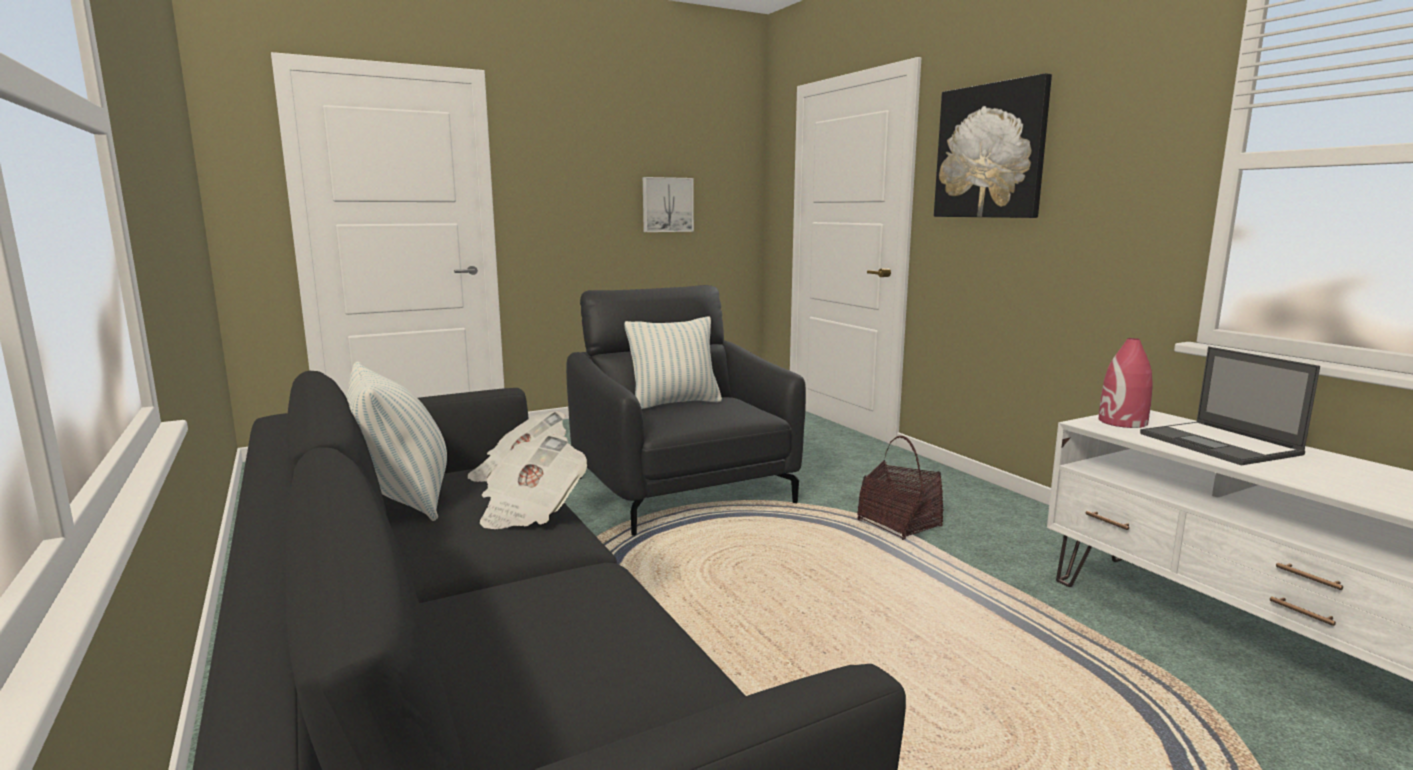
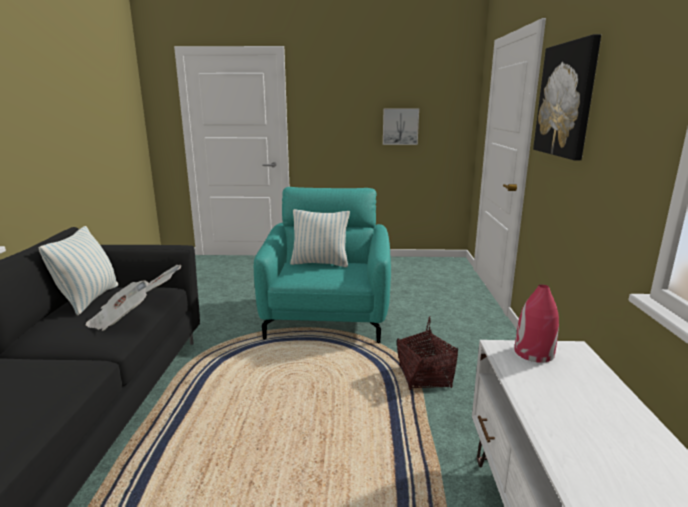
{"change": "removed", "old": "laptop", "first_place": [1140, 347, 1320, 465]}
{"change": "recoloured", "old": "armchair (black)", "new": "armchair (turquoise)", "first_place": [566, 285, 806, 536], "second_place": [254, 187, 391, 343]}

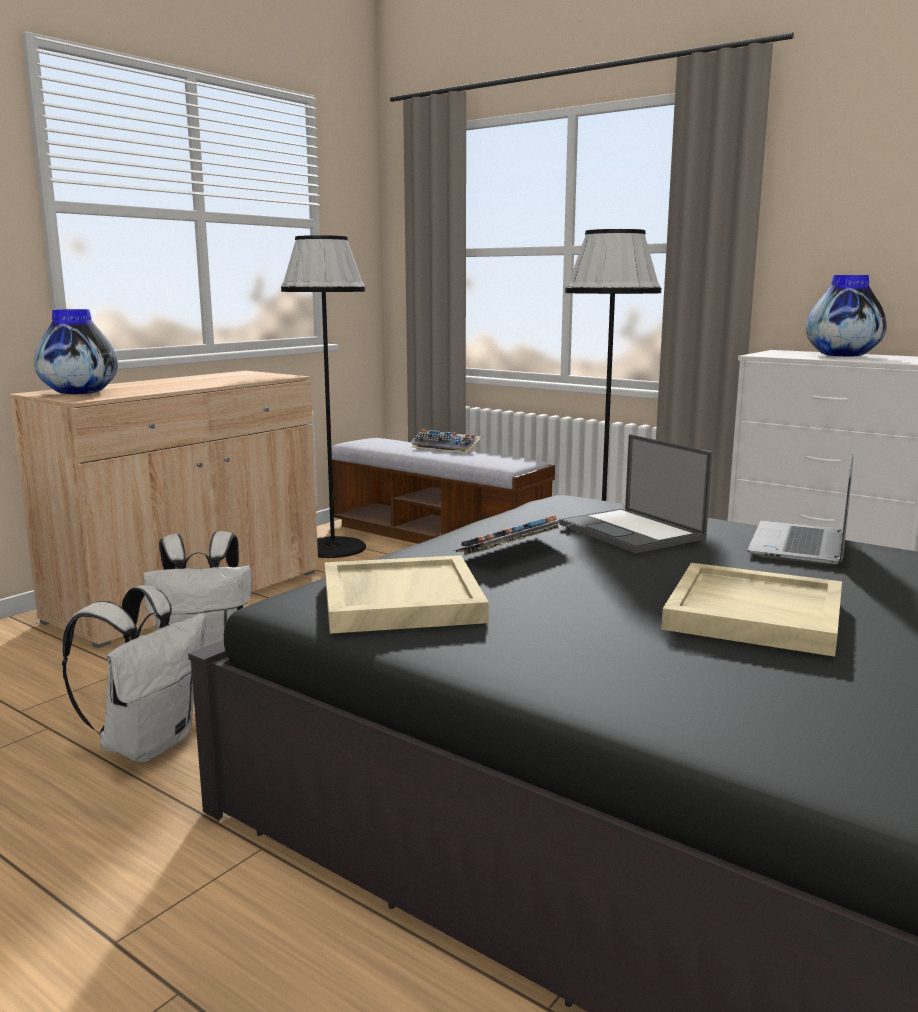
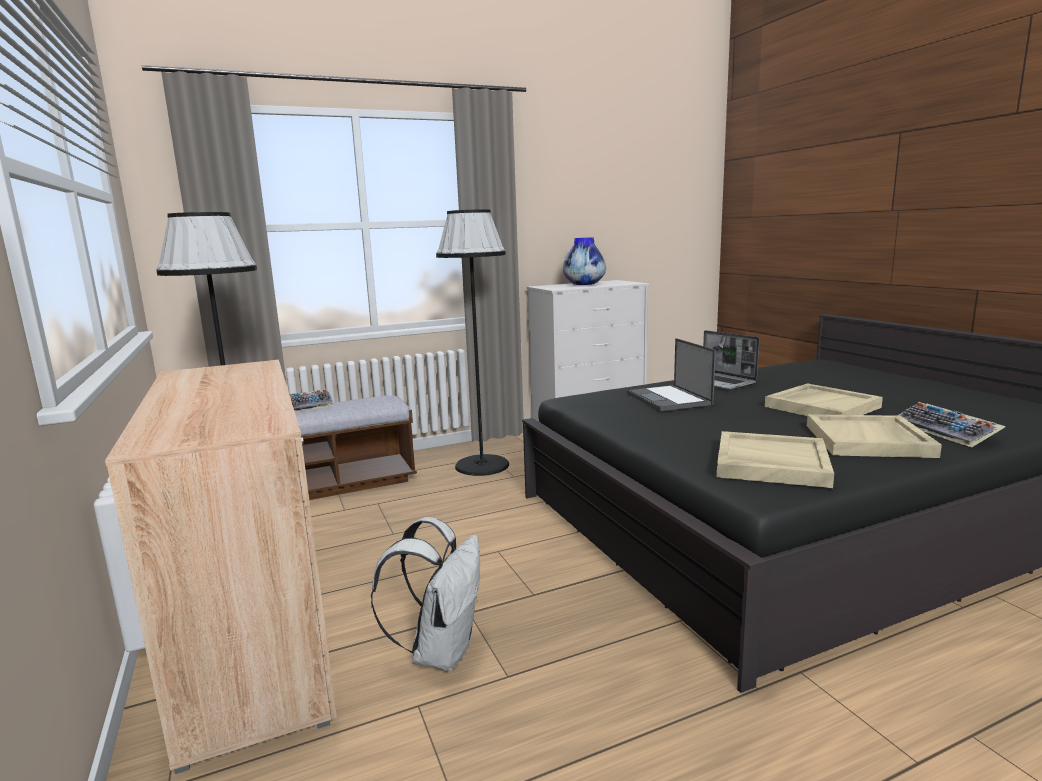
{"change": "removed", "old": "vase", "first_place": [34, 309, 118, 394]}
{"change": "removed", "old": "backpack (white)", "first_place": [62, 585, 206, 762]}
{"change": "added", "new": "tray (beige)", "second_place": [807, 414, 942, 458]}
{"change": "moved", "old": "keyboard", "first_place": [454, 516, 572, 556], "second_place": [897, 402, 1006, 447]}
{"change": "turned", "old": "laptop", "first_place": [559, 434, 712, 553], "second_place": [627, 338, 716, 411], "degrees": 75}

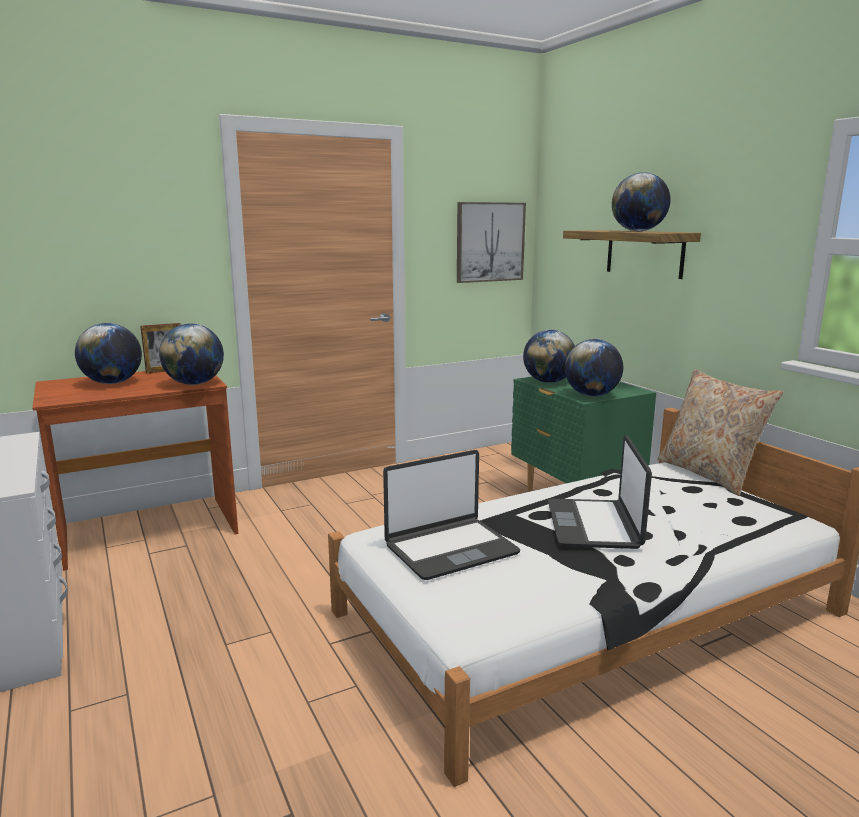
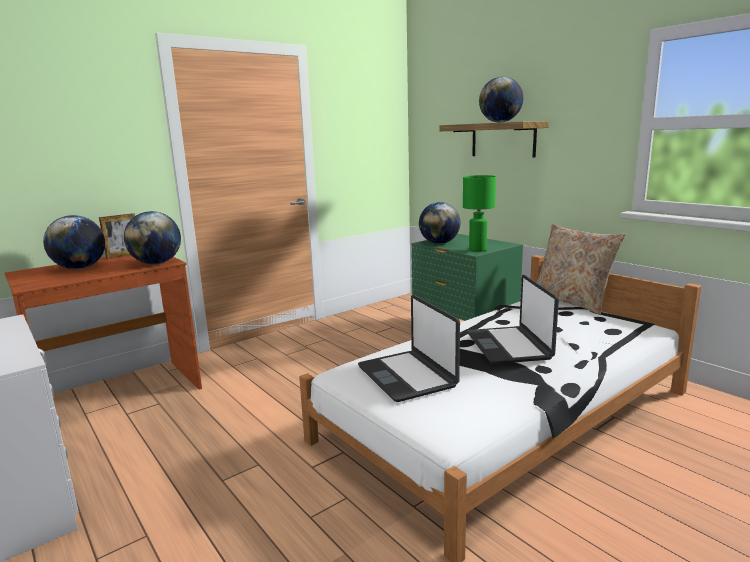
{"change": "removed", "old": "picture", "first_place": [457, 202, 526, 283]}
{"change": "replaced", "old": "globe", "new": "table lamp (green)", "first_place": [565, 339, 623, 396], "second_place": [463, 175, 496, 252]}
{"change": "turned", "old": "laptop", "first_place": [383, 450, 520, 580], "second_place": [358, 295, 460, 402], "degrees": 105}

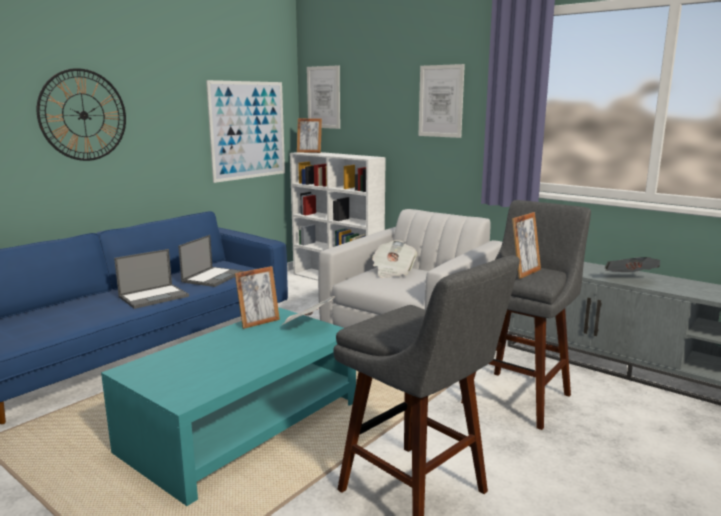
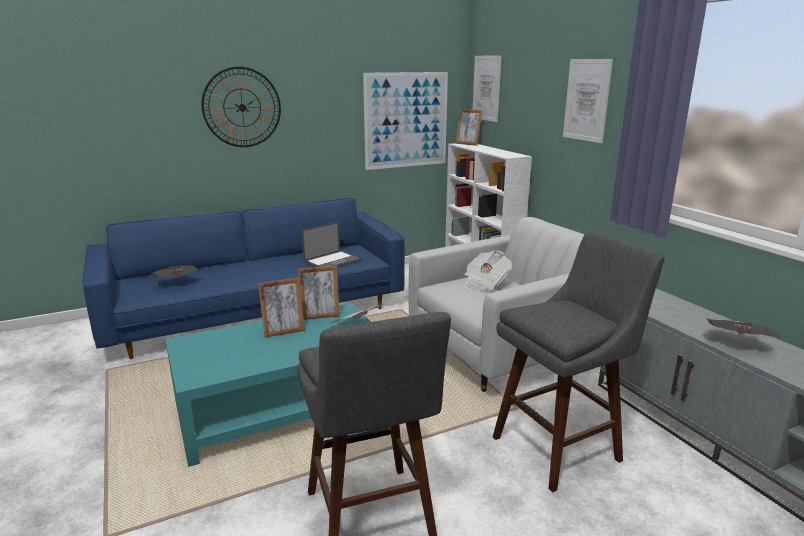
{"change": "removed", "old": "laptop", "first_place": [114, 249, 189, 309]}
{"change": "added", "new": "newspaper", "second_place": [151, 265, 198, 278]}
{"change": "moved", "old": "picture frame", "first_place": [512, 212, 541, 279], "second_place": [258, 278, 305, 338]}

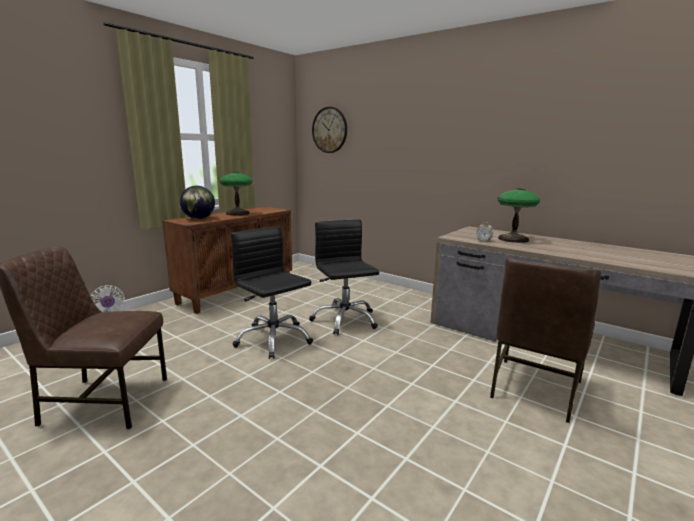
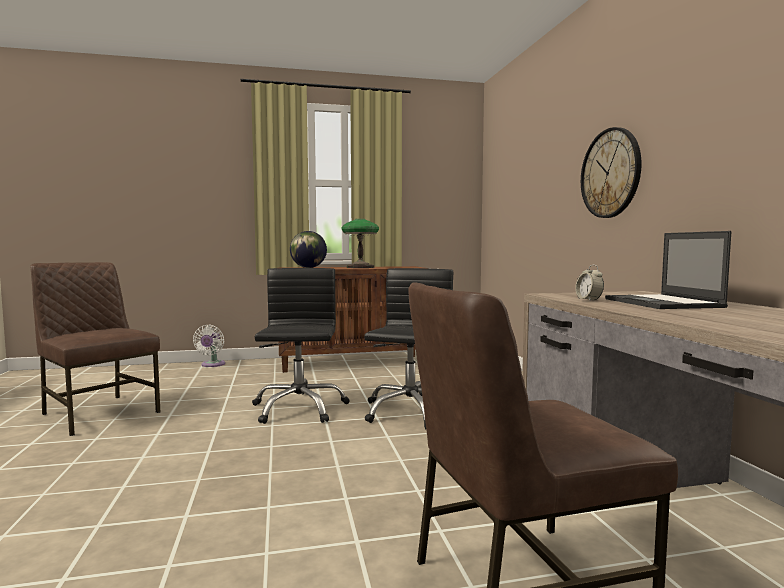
{"change": "moved", "old": "wall clock", "first_place": [312, 107, 347, 153], "second_place": [581, 127, 642, 218]}
{"change": "replaced", "old": "table lamp", "new": "laptop", "first_place": [498, 189, 540, 243], "second_place": [605, 231, 732, 309]}

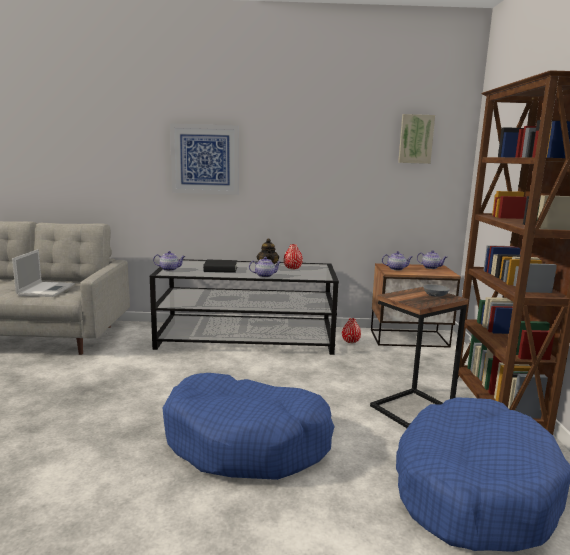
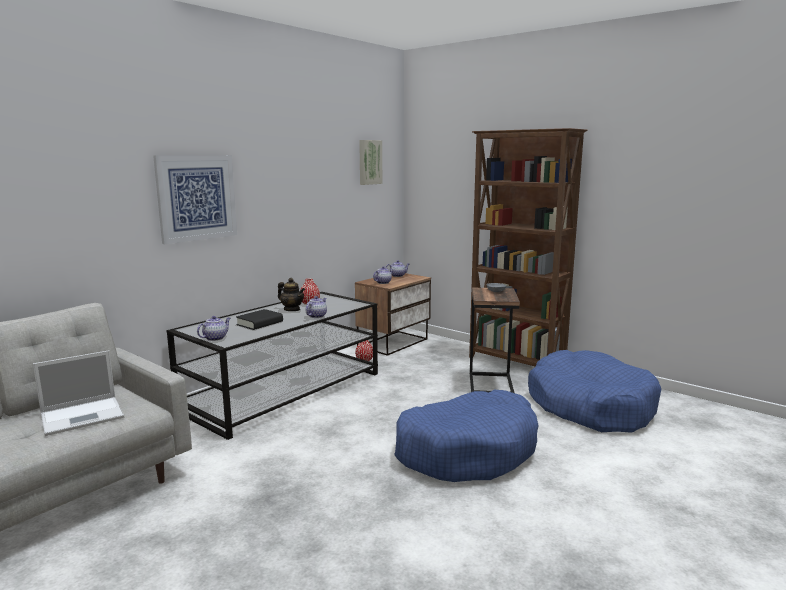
{"change": "turned", "old": "laptop", "first_place": [12, 249, 75, 297], "second_place": [33, 350, 124, 436], "degrees": 105}

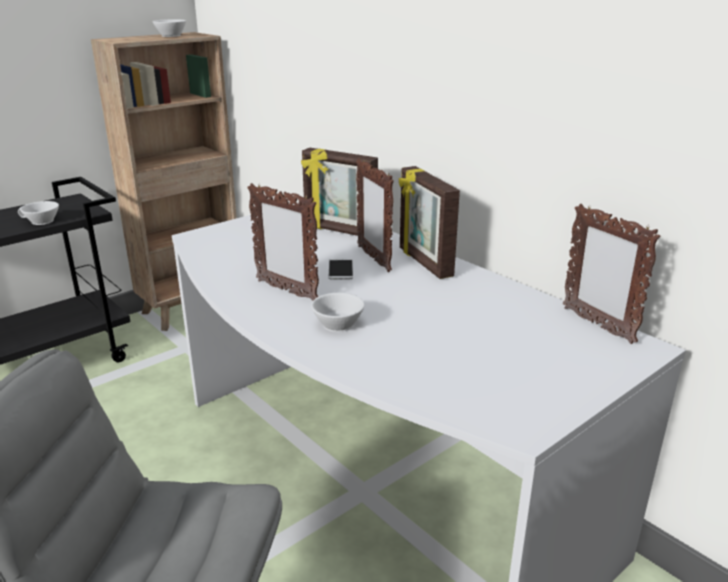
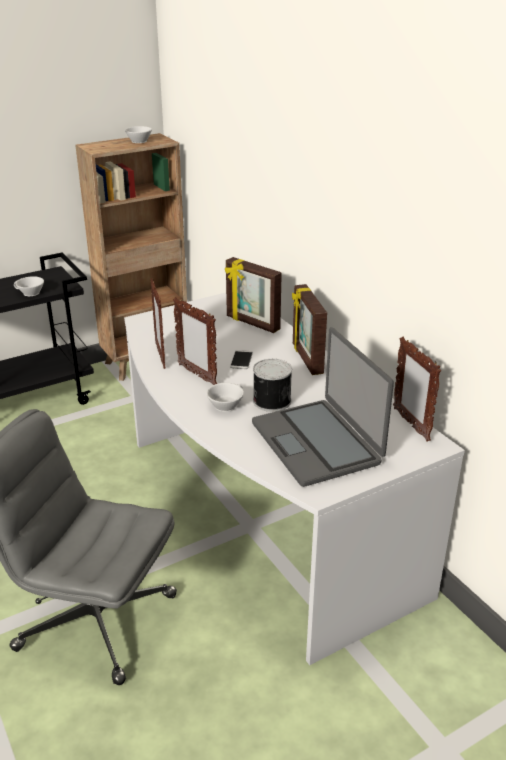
{"change": "added", "new": "laptop", "second_place": [252, 327, 394, 487]}
{"change": "added", "new": "can", "second_place": [253, 359, 292, 412]}
{"change": "moved", "old": "picture frame", "first_place": [356, 158, 394, 272], "second_place": [150, 278, 166, 369]}

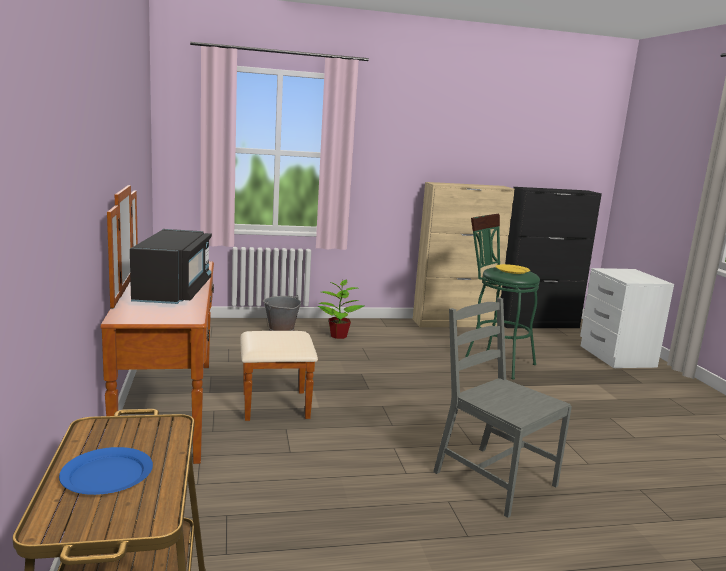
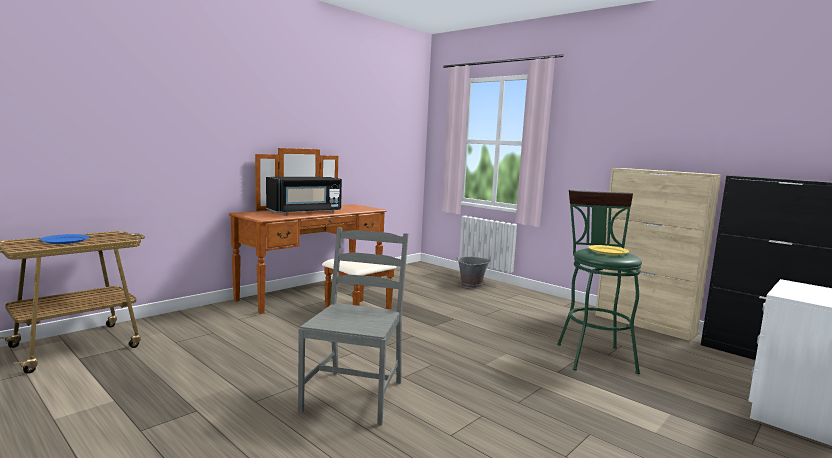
{"change": "removed", "old": "potted plant", "first_place": [318, 279, 364, 339]}

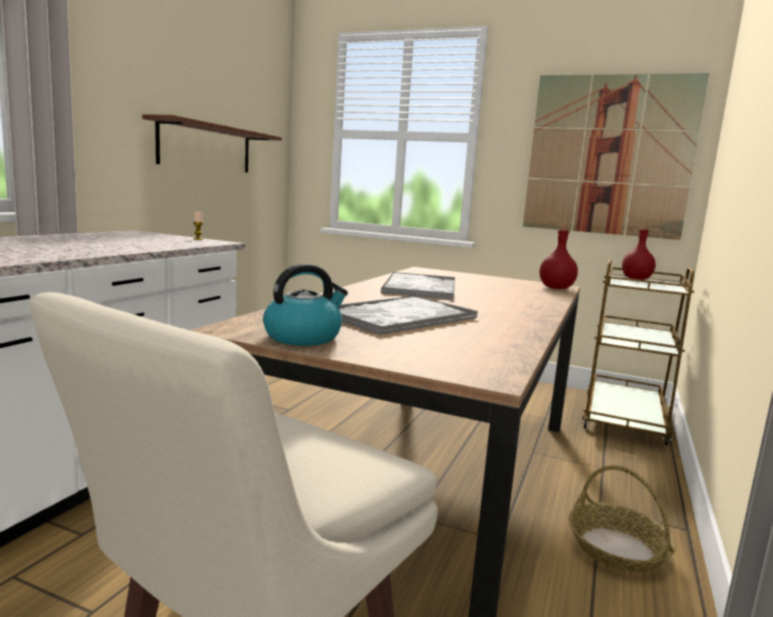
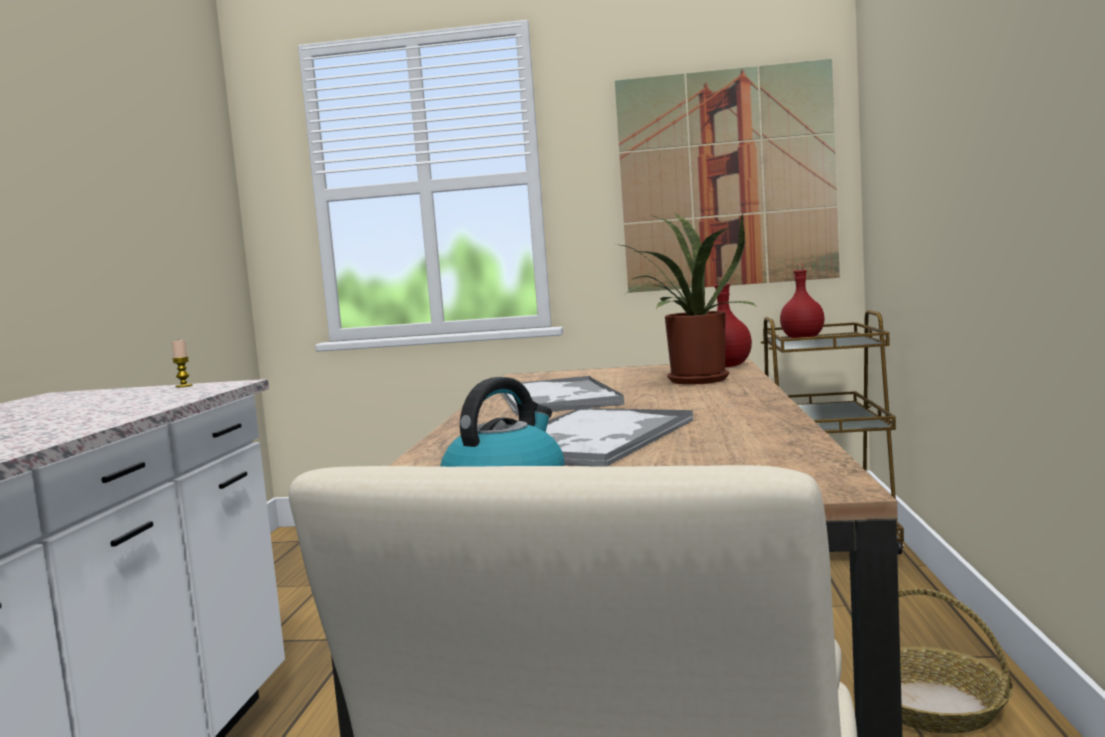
{"change": "removed", "old": "shelf (brown)", "first_place": [142, 114, 282, 172]}
{"change": "added", "new": "potted plant", "second_place": [621, 213, 757, 385]}

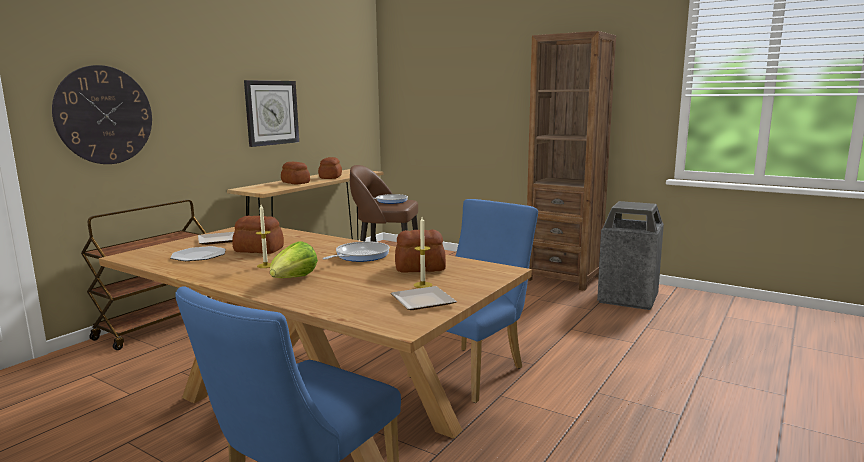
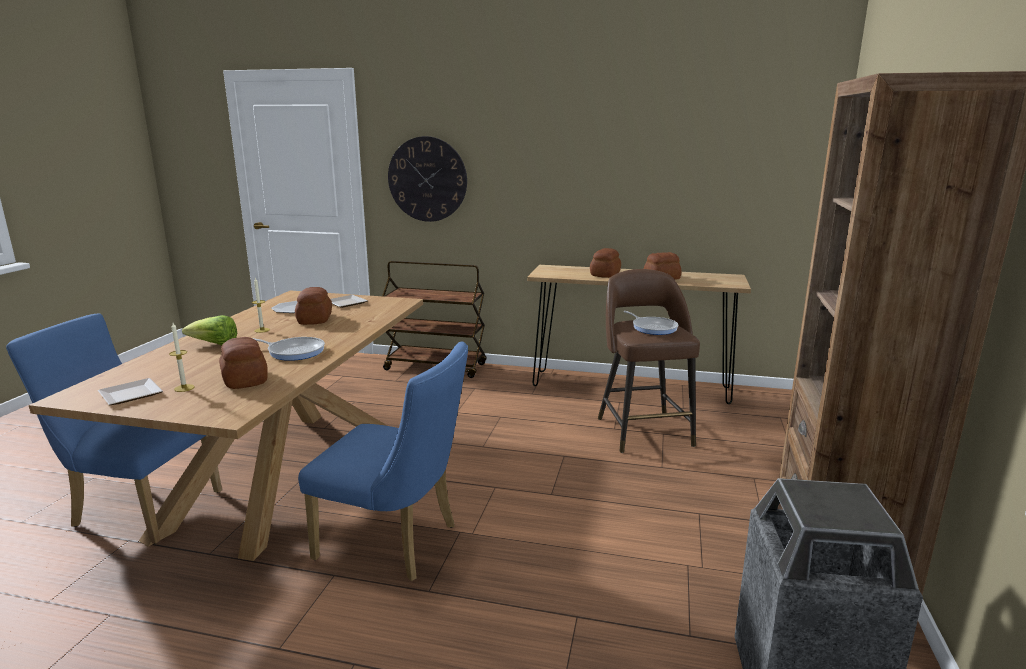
{"change": "removed", "old": "wall clock", "first_place": [244, 80, 299, 147]}

